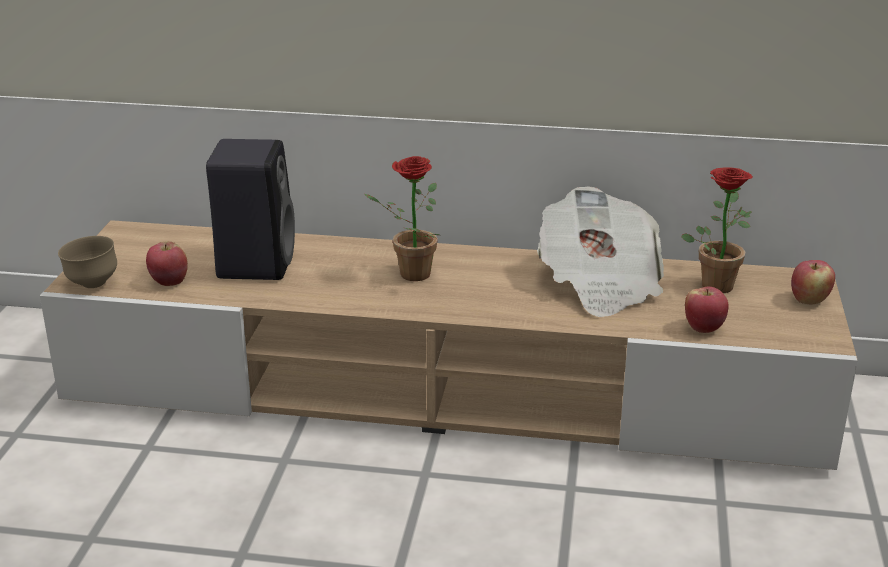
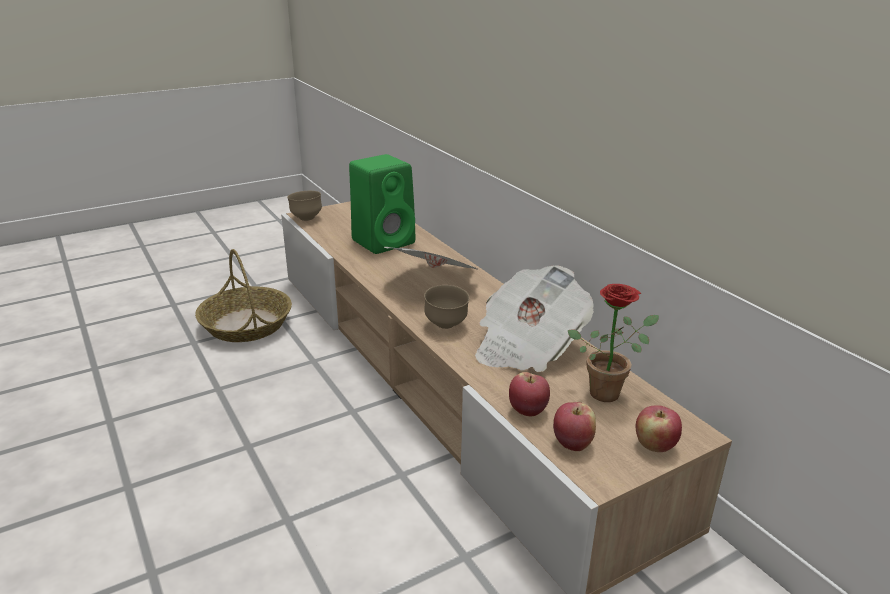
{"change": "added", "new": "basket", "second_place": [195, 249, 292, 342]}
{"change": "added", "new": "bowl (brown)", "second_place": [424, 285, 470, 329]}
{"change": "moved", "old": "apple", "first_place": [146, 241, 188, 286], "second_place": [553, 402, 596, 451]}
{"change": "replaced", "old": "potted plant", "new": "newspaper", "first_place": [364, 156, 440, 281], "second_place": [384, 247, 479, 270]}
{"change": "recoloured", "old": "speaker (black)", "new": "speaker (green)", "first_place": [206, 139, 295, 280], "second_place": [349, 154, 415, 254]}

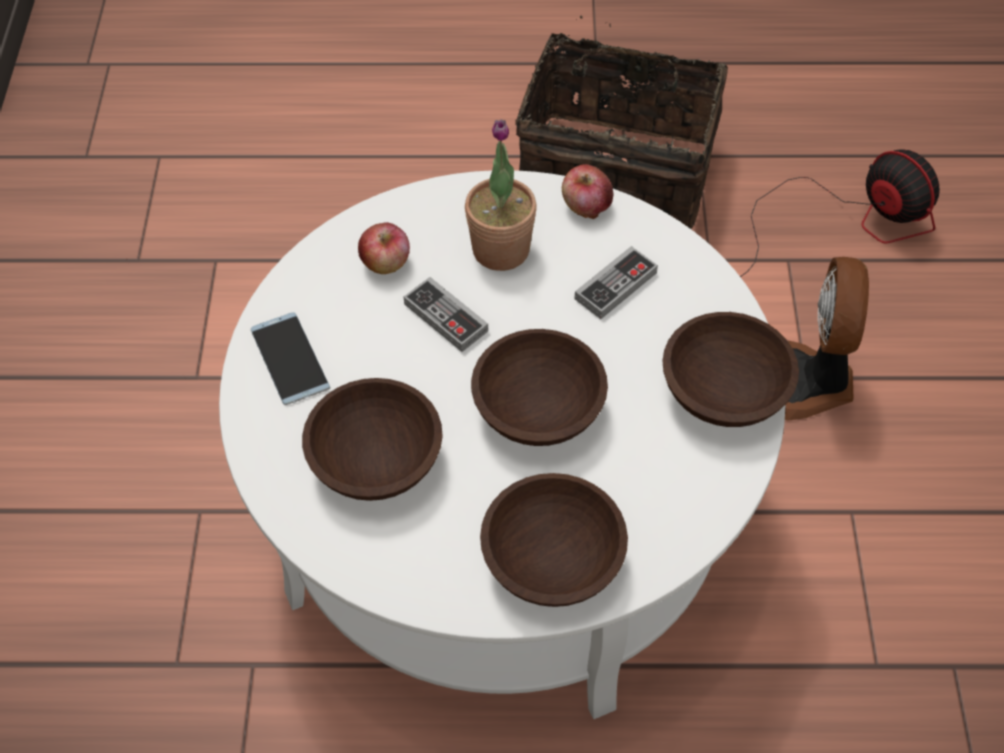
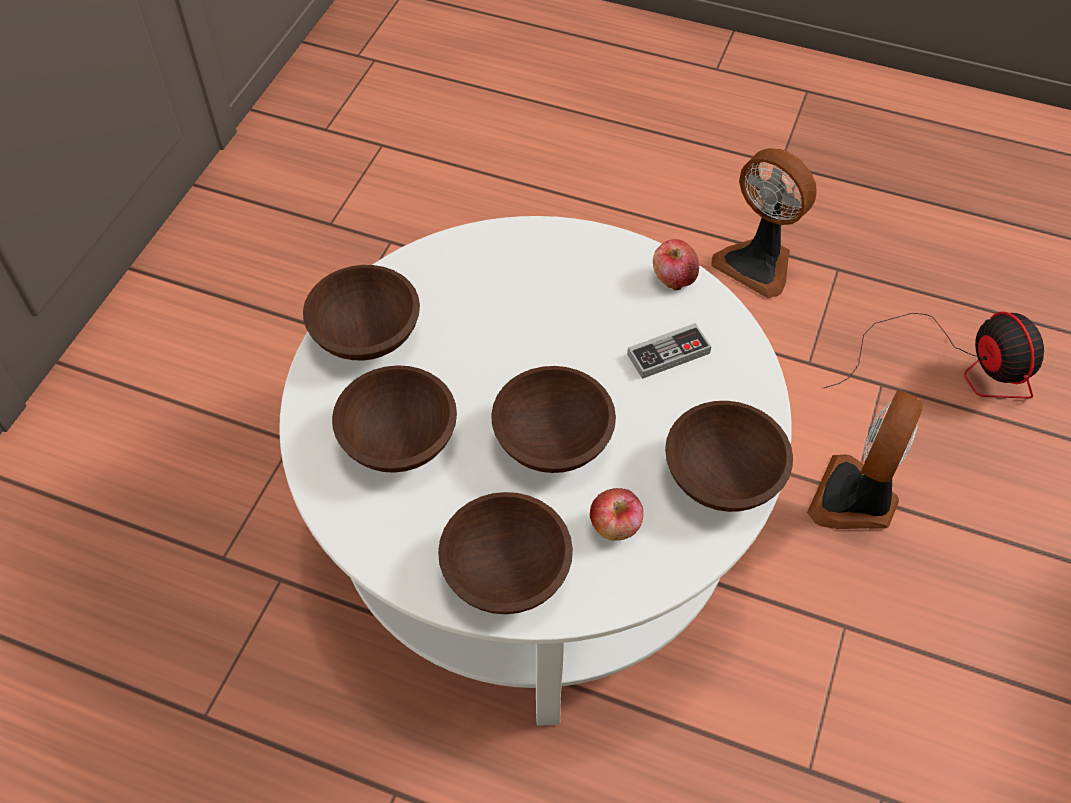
{"change": "removed", "old": "game controller", "first_place": [404, 277, 488, 352]}
{"change": "removed", "old": "potted plant", "first_place": [465, 119, 537, 271]}
{"change": "moved", "old": "apple", "first_place": [358, 222, 410, 274], "second_place": [590, 488, 644, 541]}
{"change": "replaced", "old": "phone", "new": "bowl (brown)", "first_place": [251, 312, 330, 405], "second_place": [303, 265, 420, 360]}
{"change": "replaced", "old": "basket", "new": "fan", "first_place": [515, 15, 728, 230], "second_place": [711, 148, 817, 298]}

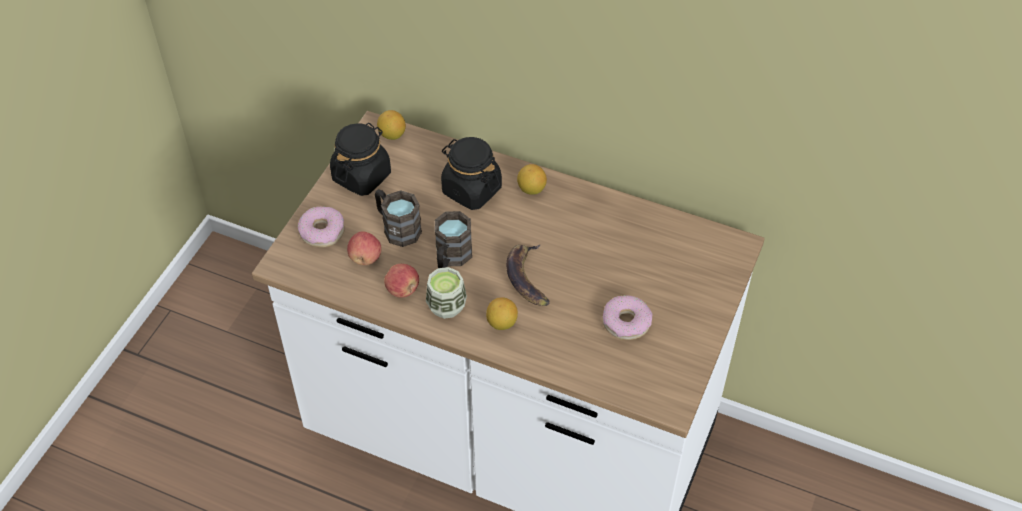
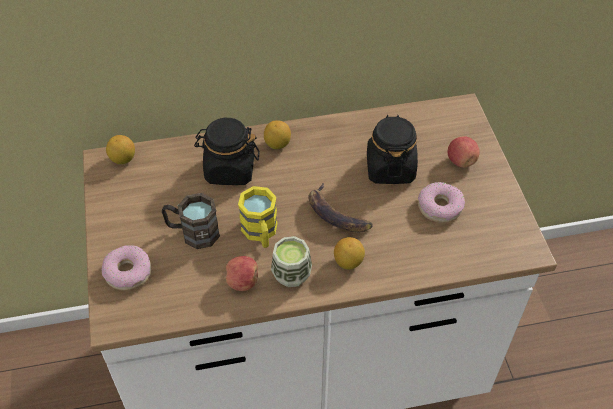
{"change": "moved", "old": "jar (black)", "first_place": [330, 123, 391, 196], "second_place": [367, 115, 418, 184]}
{"change": "moved", "old": "apple", "first_place": [347, 231, 381, 265], "second_place": [448, 136, 480, 168]}
{"change": "recoloured", "old": "mug (brown)", "new": "mug (yellow)", "first_place": [435, 211, 472, 268], "second_place": [238, 186, 278, 248]}

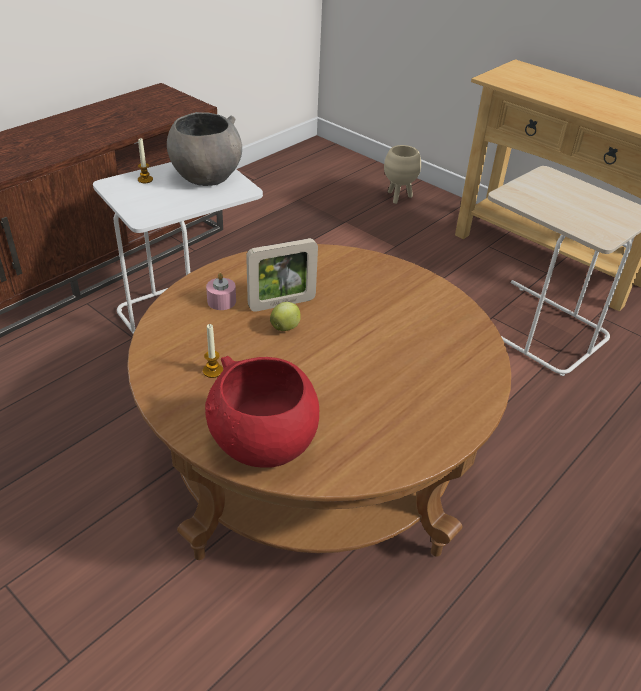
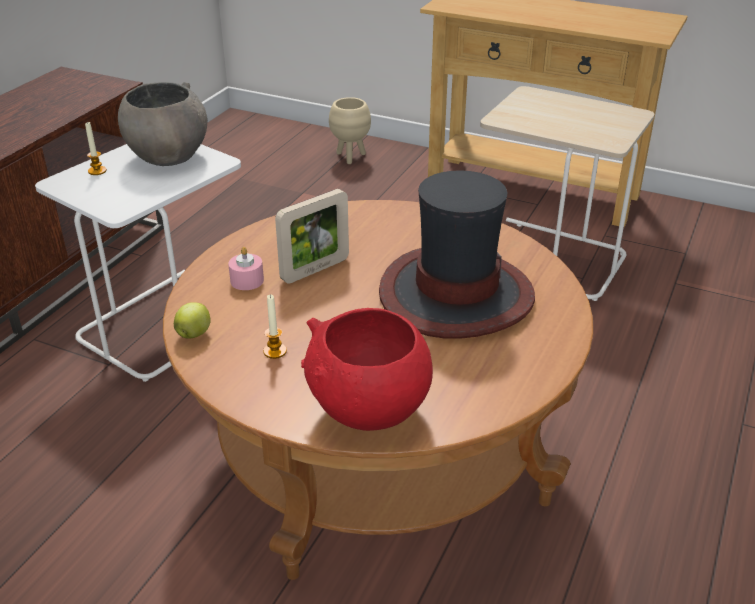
{"change": "added", "new": "hat", "second_place": [379, 170, 535, 339]}
{"change": "moved", "old": "apple", "first_place": [270, 302, 301, 331], "second_place": [174, 302, 211, 339]}

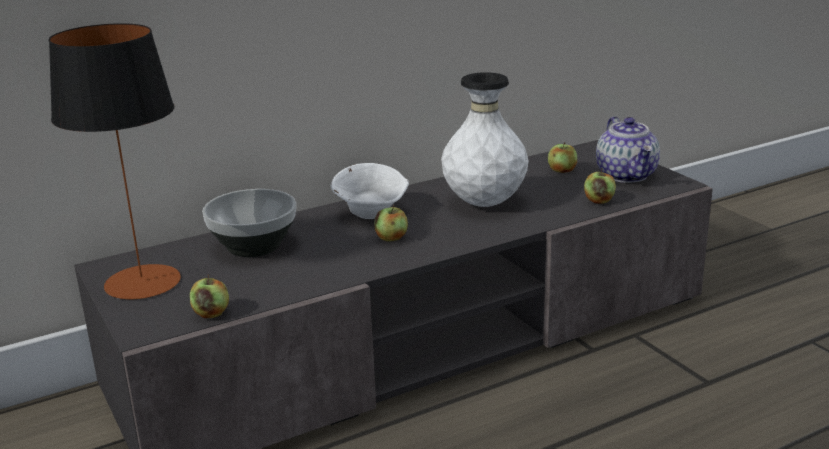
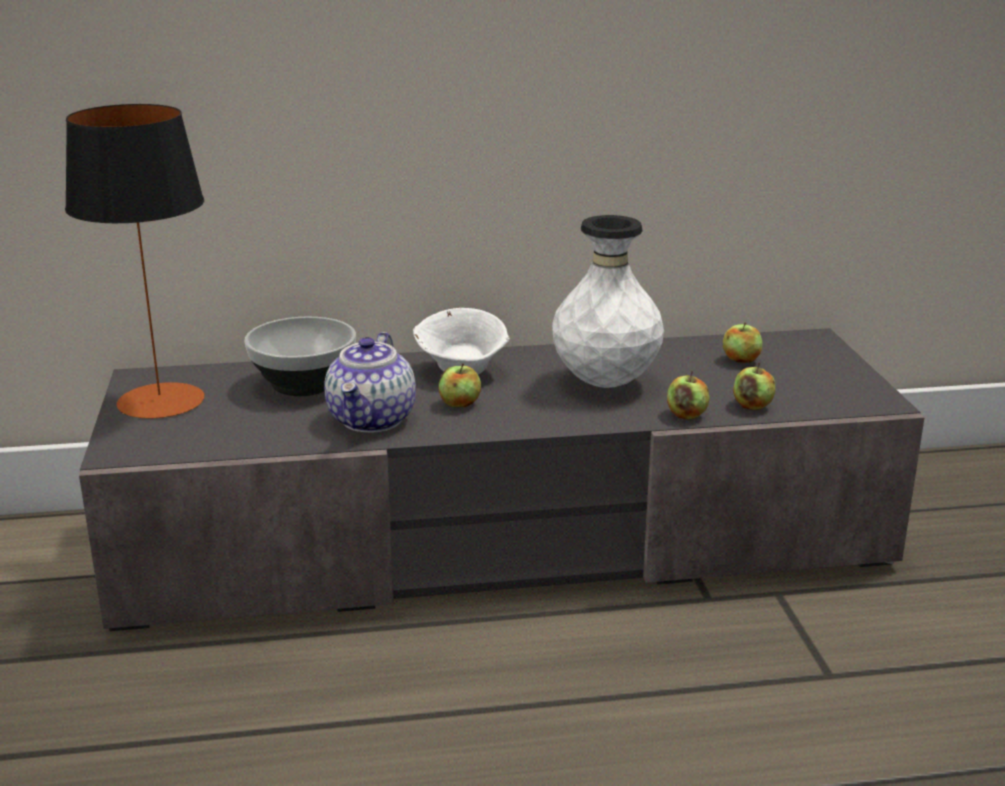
{"change": "moved", "old": "apple", "first_place": [190, 274, 229, 318], "second_place": [667, 371, 710, 420]}
{"change": "moved", "old": "teapot", "first_place": [596, 116, 660, 183], "second_place": [324, 332, 416, 432]}

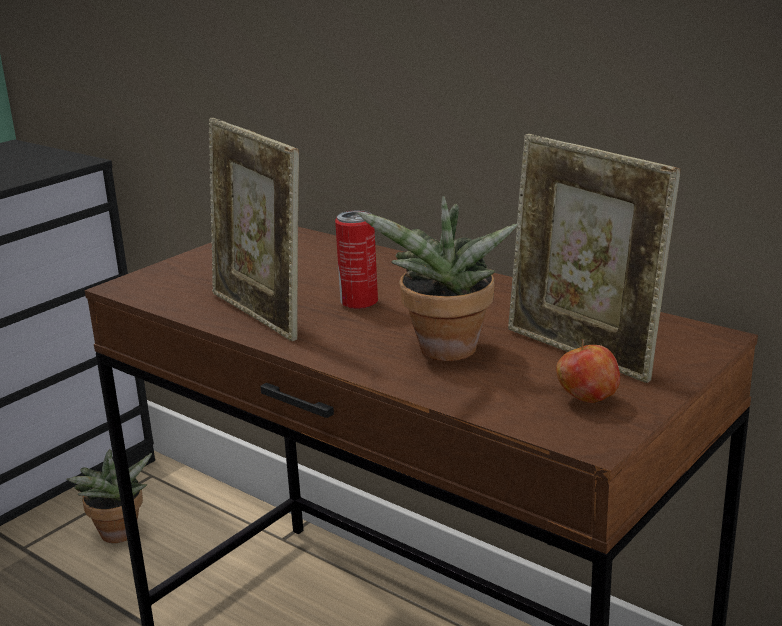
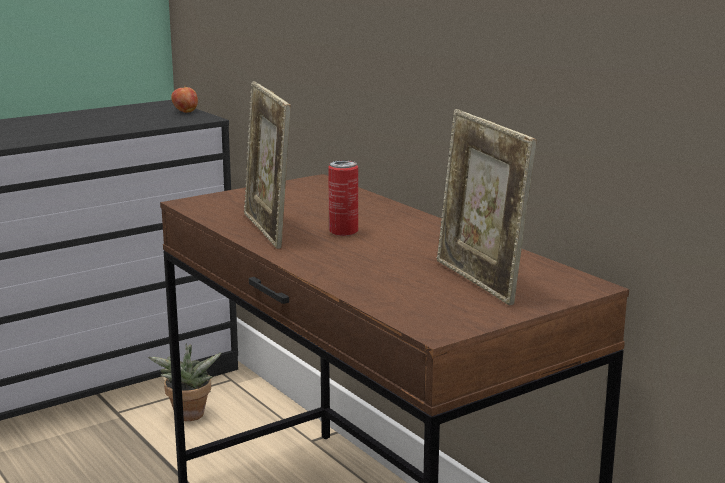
{"change": "removed", "old": "potted plant", "first_place": [358, 196, 518, 361]}
{"change": "moved", "old": "apple", "first_place": [556, 339, 620, 403], "second_place": [171, 85, 198, 113]}

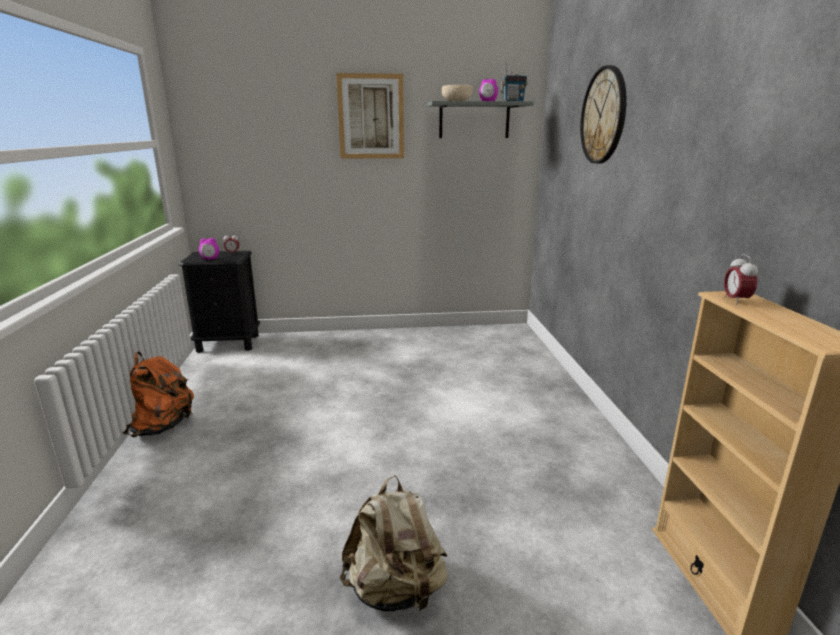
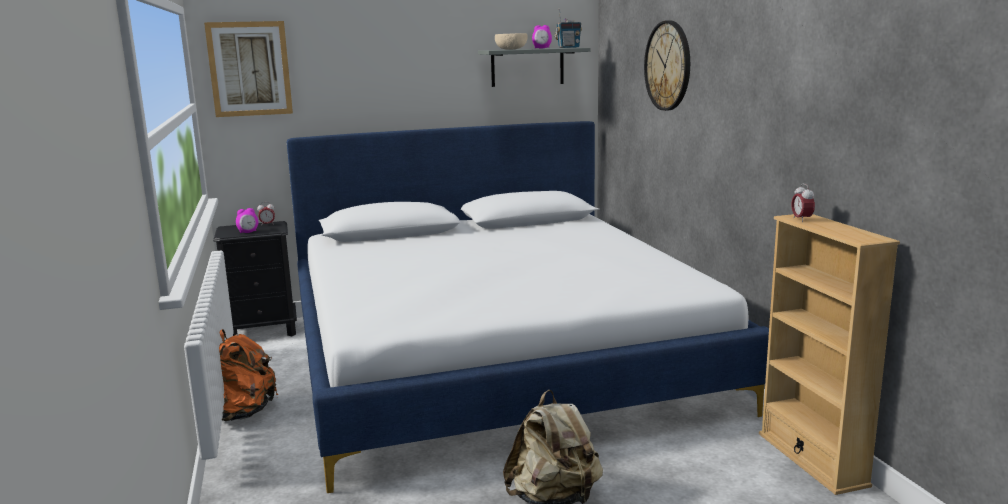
{"change": "added", "new": "bed (white)", "second_place": [286, 121, 769, 493]}
{"change": "moved", "old": "picture", "first_place": [336, 73, 404, 159], "second_place": [204, 21, 293, 117]}

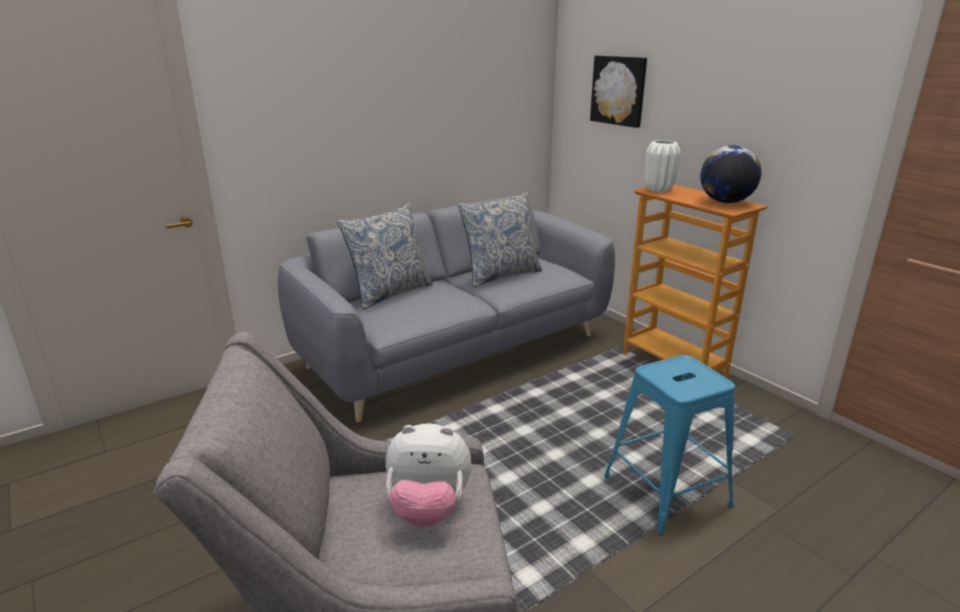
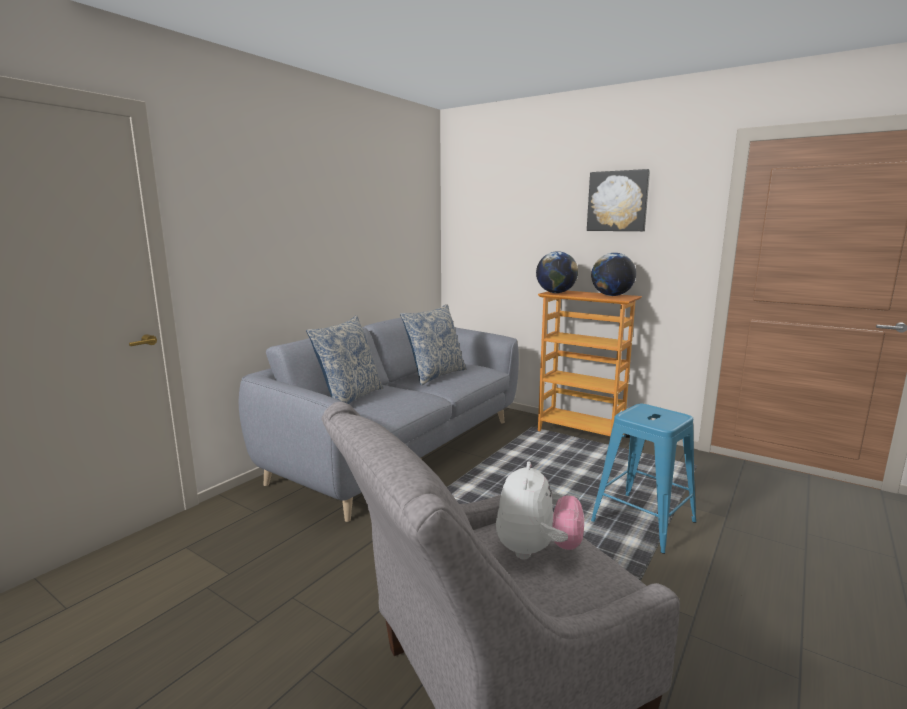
{"change": "moved", "old": "picture", "first_place": [590, 55, 647, 128], "second_place": [587, 169, 650, 231]}
{"change": "replaced", "old": "vase (white)", "new": "globe", "first_place": [645, 140, 681, 193], "second_place": [536, 251, 578, 293]}
{"change": "turned", "old": "plush toy", "first_place": [386, 423, 472, 527], "second_place": [496, 461, 584, 559], "degrees": -60}

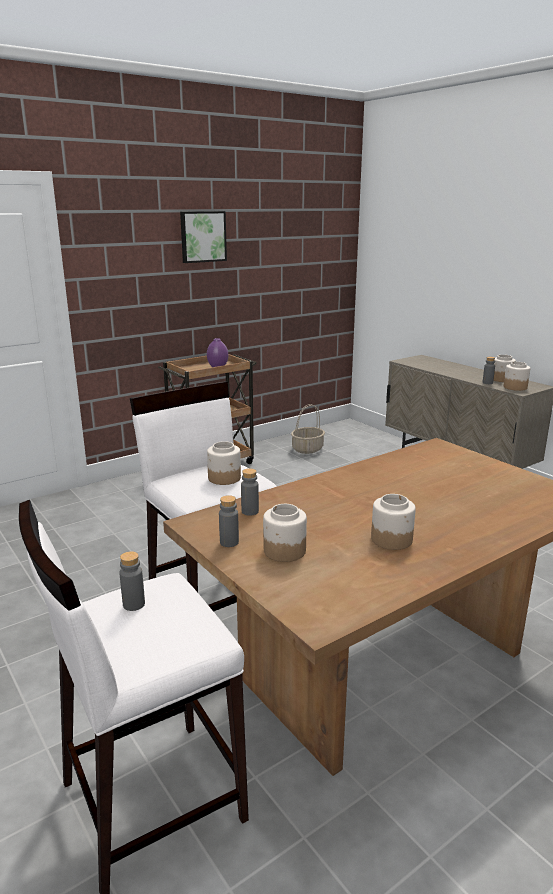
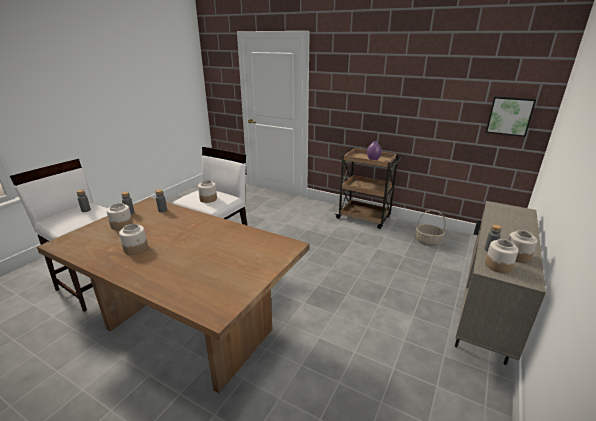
{"change": "moved", "old": "picture", "first_place": [180, 211, 227, 263], "second_place": [486, 96, 536, 137]}

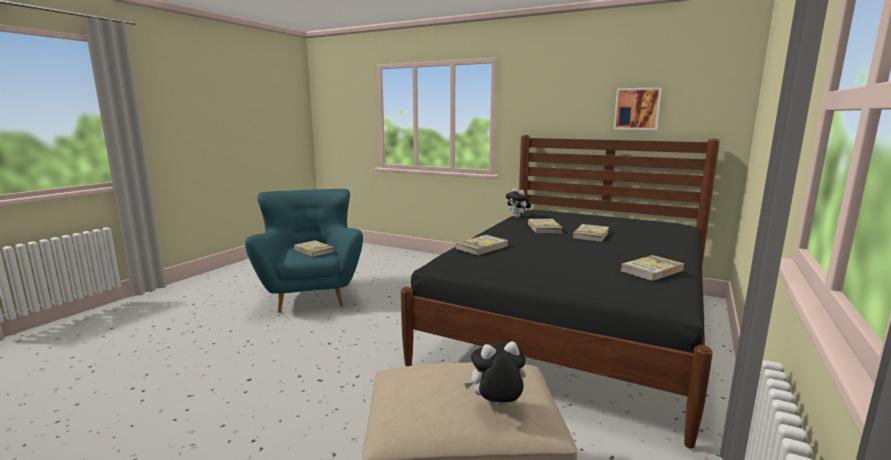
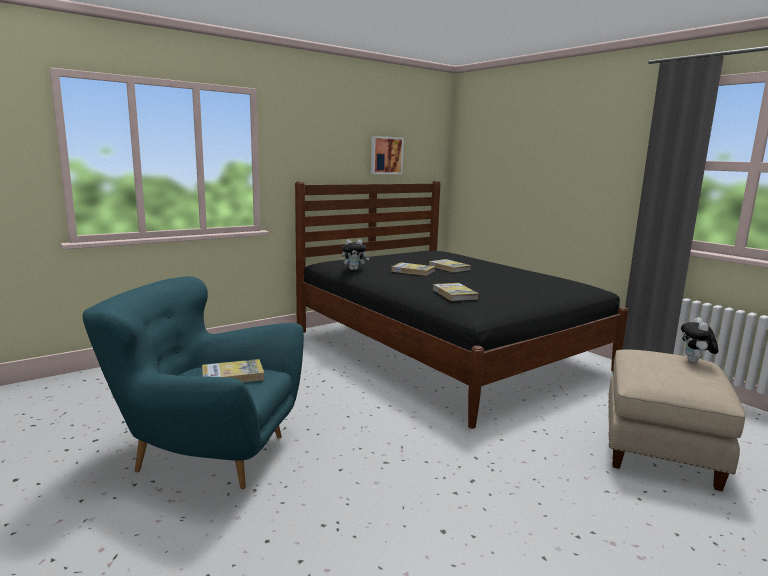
{"change": "removed", "old": "book", "first_place": [621, 255, 684, 281]}

